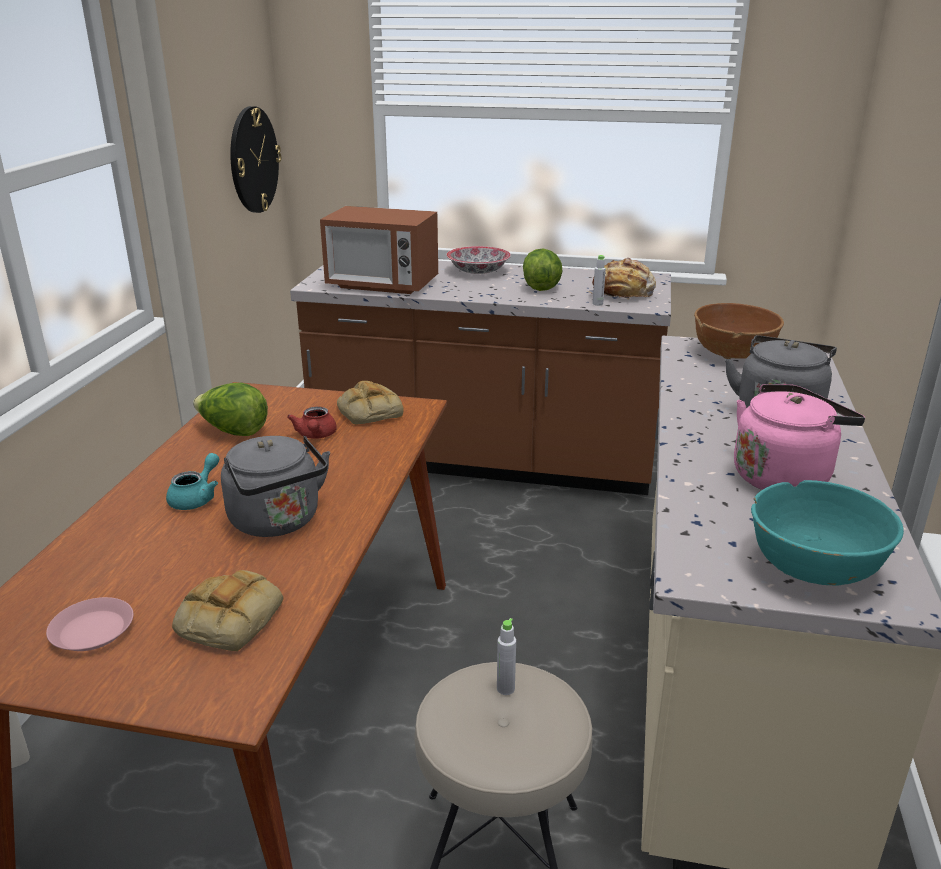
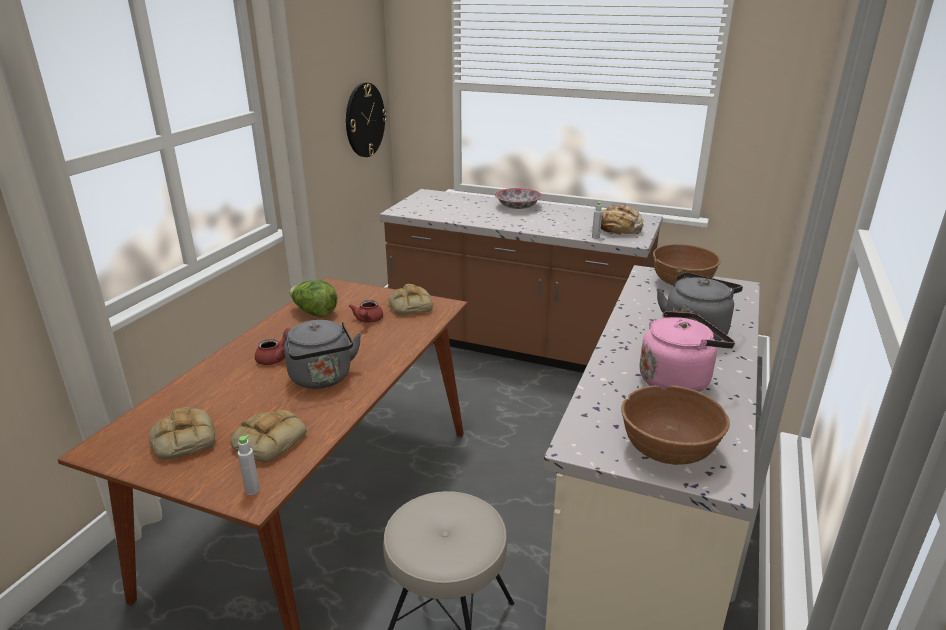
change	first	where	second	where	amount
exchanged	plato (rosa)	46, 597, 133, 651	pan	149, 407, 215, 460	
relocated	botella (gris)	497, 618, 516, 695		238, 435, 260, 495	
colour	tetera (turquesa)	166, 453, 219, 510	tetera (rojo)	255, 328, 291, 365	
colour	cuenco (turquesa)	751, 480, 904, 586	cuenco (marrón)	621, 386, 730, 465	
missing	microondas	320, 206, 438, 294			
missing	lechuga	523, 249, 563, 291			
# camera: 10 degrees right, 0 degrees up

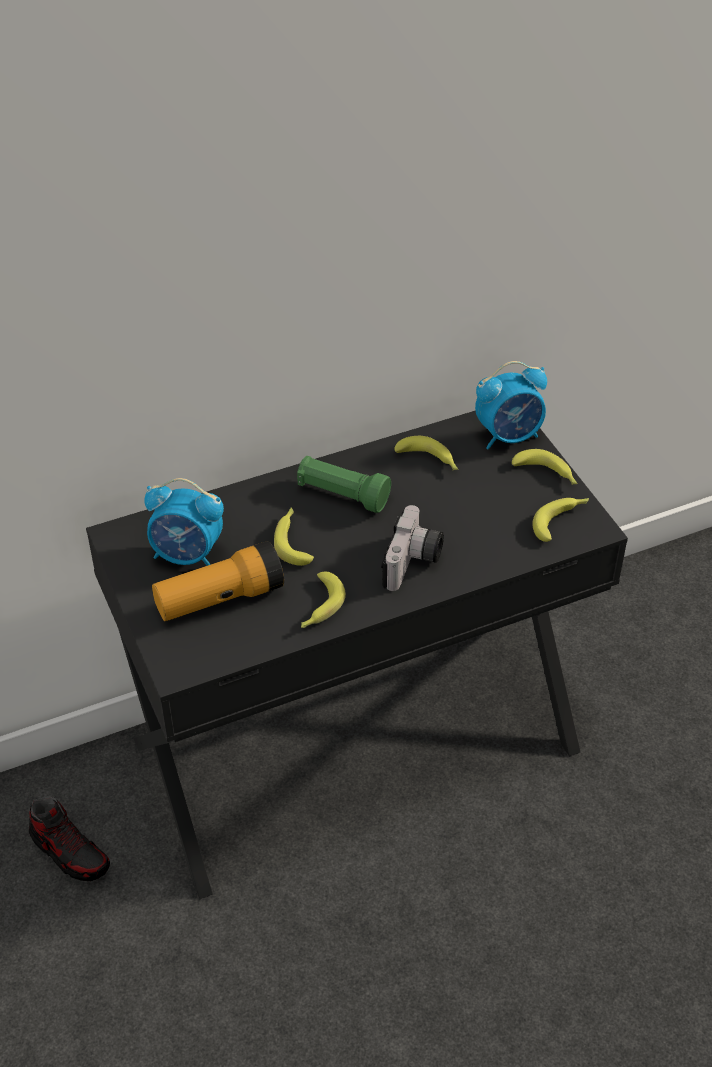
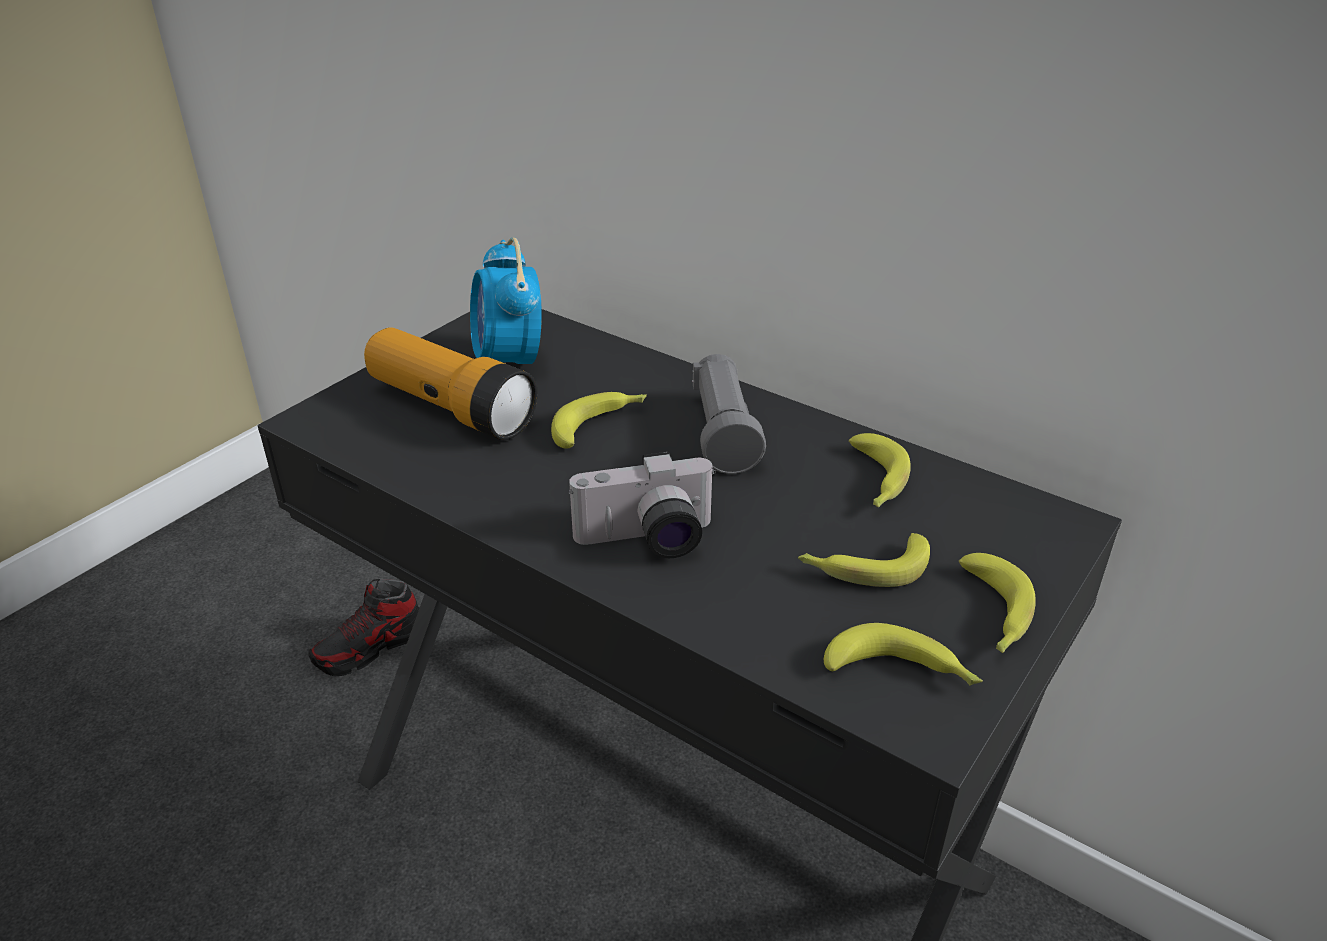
change	first	where	second	where	amount
spun	zapato	29, 796, 110, 881		308, 579, 419, 676	45 degrees clockwise
colour	linterna (verde)	297, 456, 391, 513	linterna (gris)	692, 354, 766, 474	
relocated	plátano	301, 572, 346, 628		798, 533, 930, 587	
missing	despertador	475, 361, 547, 449			
# camera: 60 degrees right, 10 degrees down

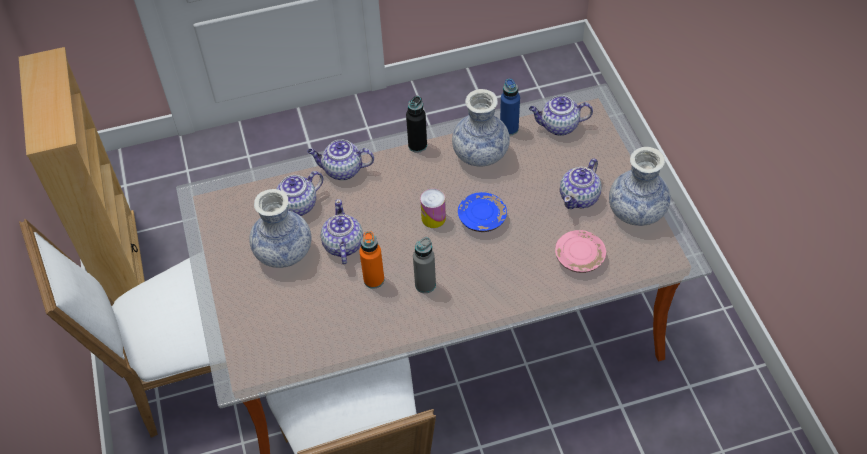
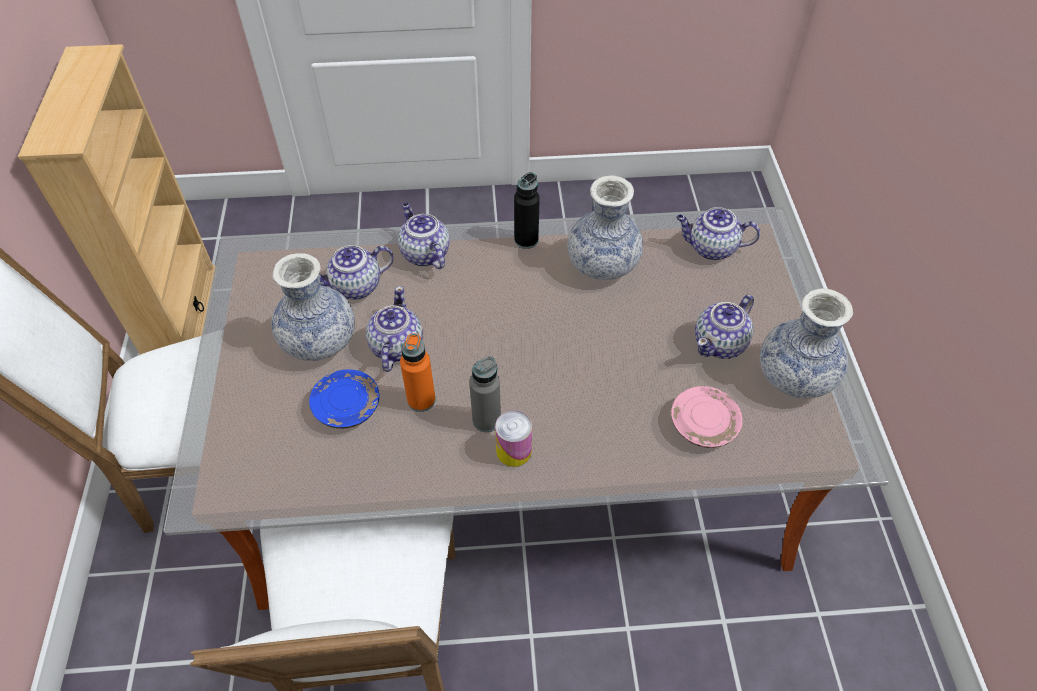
change	first	where	second	where	amount
relocated	plato (azul)	458, 192, 507, 232		309, 369, 380, 429	
spun	tetera	307, 139, 374, 180		398, 203, 450, 269	45 degrees clockwise
relocated	lata	420, 189, 446, 228		495, 410, 532, 467	
missing	botella (azul)	500, 78, 520, 136			
# camera: 10 degrees right, 0 degrees up

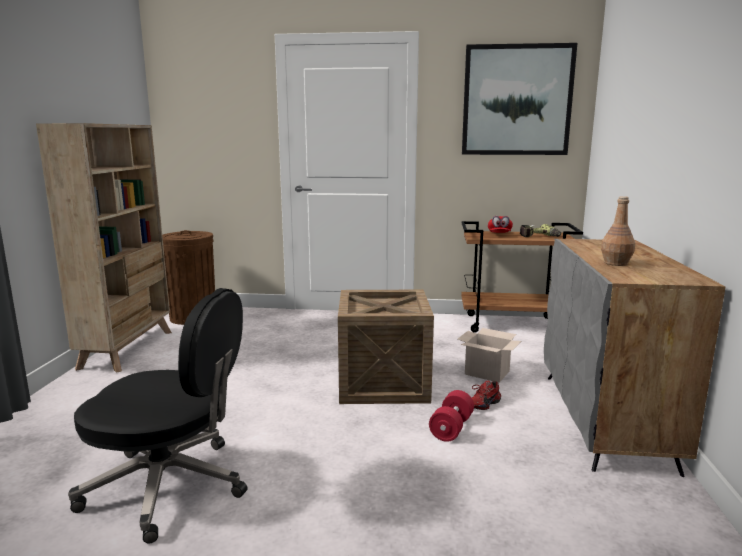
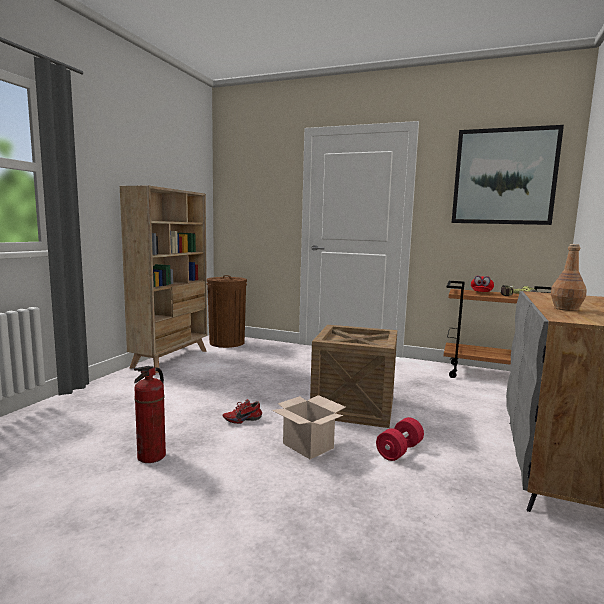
change	first	where	second	where	amount
exchanged	silla de oficina (negro)	68, 288, 247, 544	extintor	134, 366, 166, 463	
relocated	zapato (rojo)	472, 381, 501, 410		223, 399, 262, 424	
relocated	caja de cartón	458, 328, 521, 383		272, 395, 346, 459	
# camera: 15 degrees right, 5 degrees down

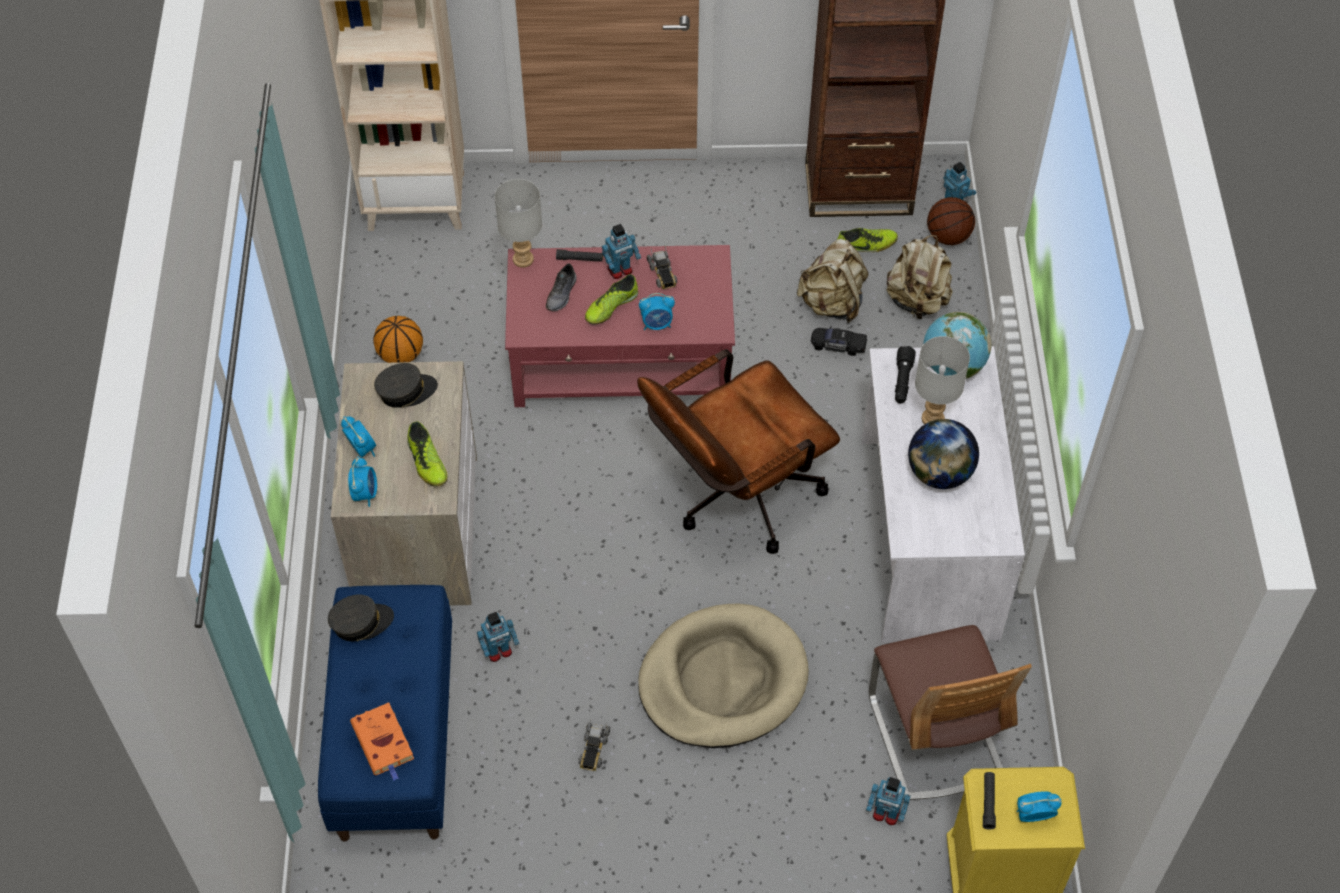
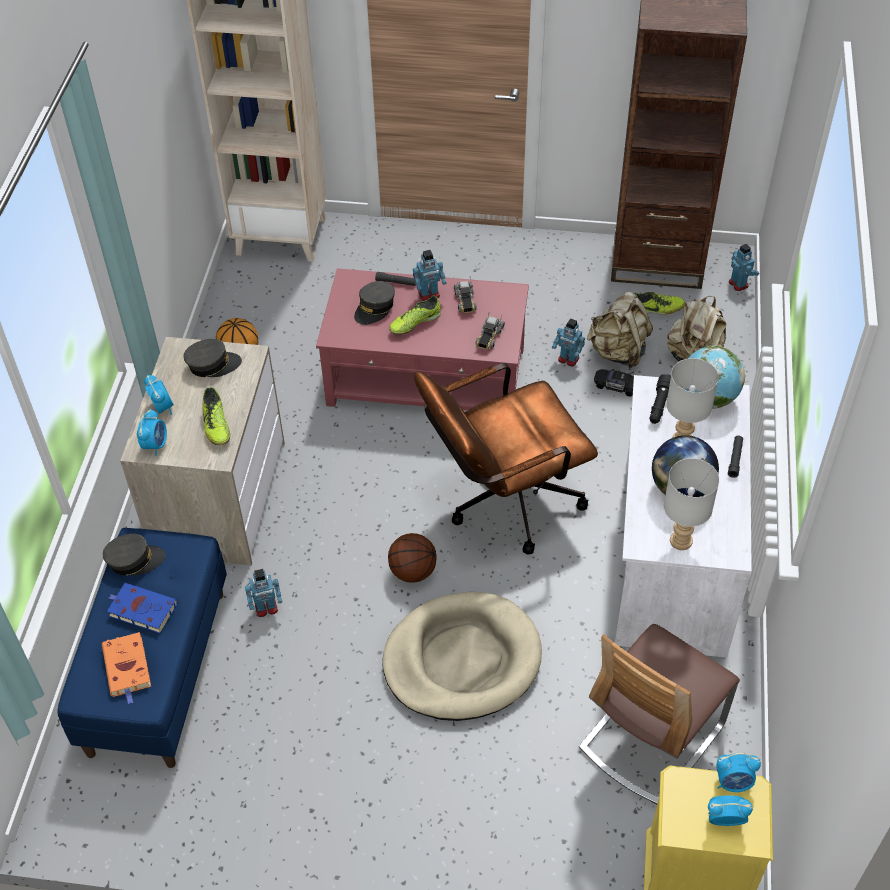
change	first	where	second	where	amount
appeared			libro (azul)	107, 583, 178, 634	
exchanged	zapato (gris)	546, 264, 577, 311	gorra (gris)	354, 281, 395, 325	
relocated	balón de baloncesto	927, 197, 975, 245		388, 533, 436, 583	
relocated	camión de juguete	579, 720, 610, 771		476, 311, 505, 350	
relocated	robot de juguete	866, 777, 911, 825		552, 318, 585, 366	
spun	silla	869, 625, 1032, 800		579, 624, 740, 804	45 degrees clockwise
relocated	lámpara de mesa (gris)	495, 179, 542, 268		664, 458, 719, 550	
relocated	despertador	639, 293, 675, 330		716, 753, 761, 792	
relocated	linterna (negro)	983, 772, 996, 830		728, 436, 743, 478	
# camera: 10 degrees right, 5 degrees down

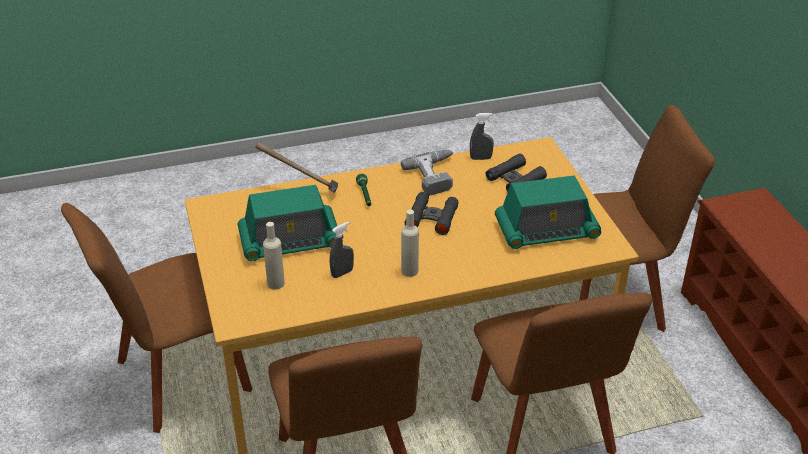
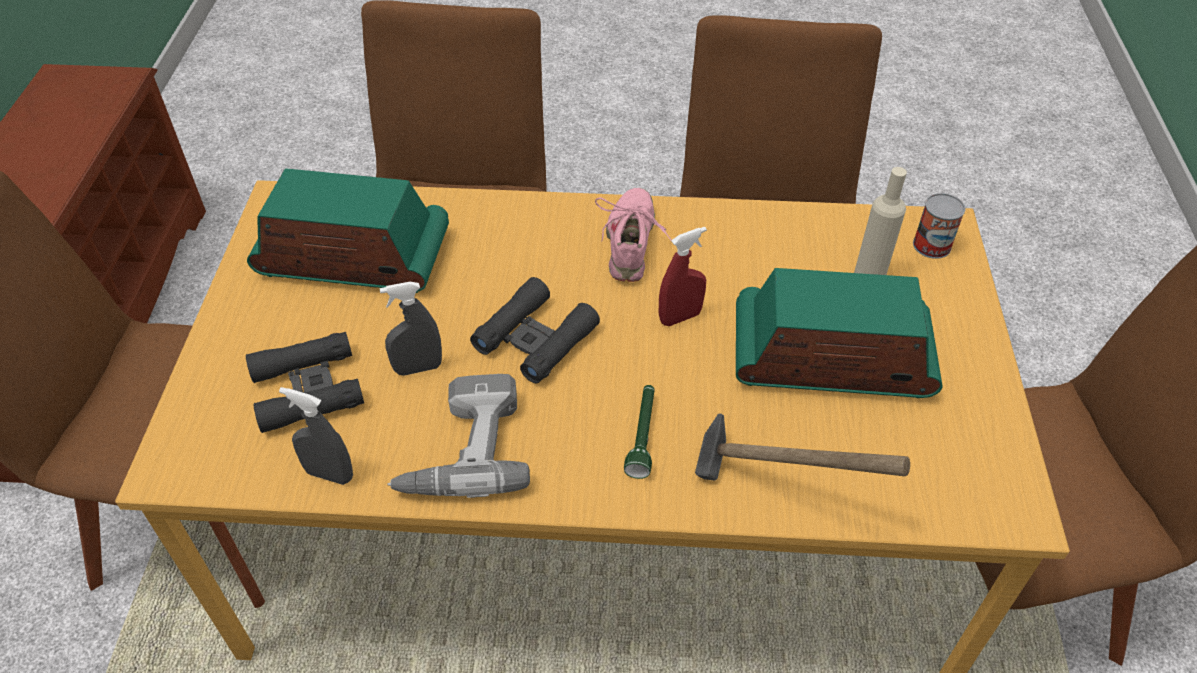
change	first	where	second	where	amount
relocated	pulverizador (gris)	330, 222, 354, 278		379, 282, 442, 376	
exchanged	botella (beis)	401, 210, 419, 277	zapato (rosa)	595, 188, 671, 282	
appeared			pulverizador (rojo)	659, 227, 707, 326	
appeared			lata	913, 193, 966, 259	
# camera: 160 degrees left, 10 degrees up

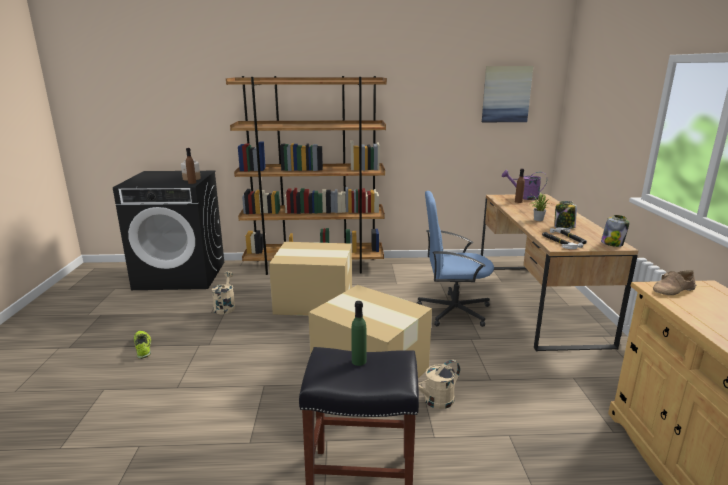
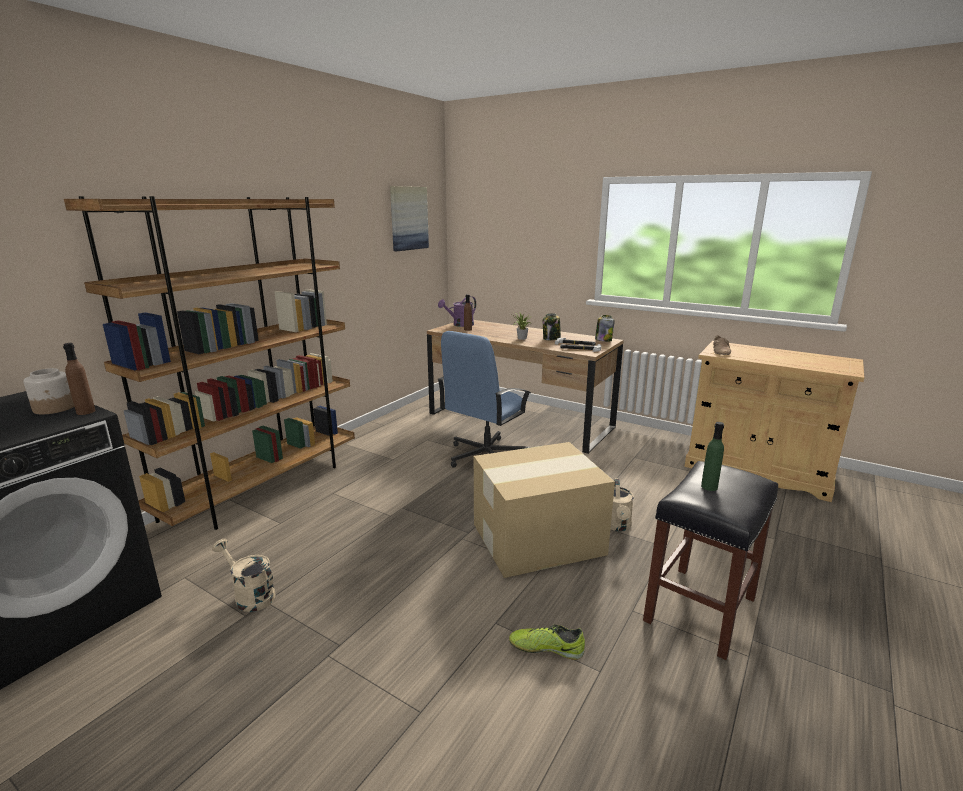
change	first	where	second	where	amount
relocated	zapato	134, 331, 151, 359		509, 624, 585, 660	
missing	caja de cartón	269, 242, 352, 316			
# camera: 55 degrees left, 0 degrees up

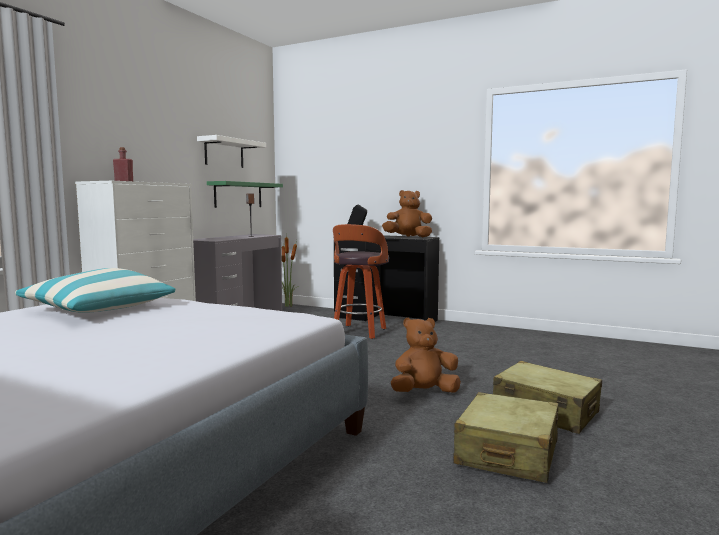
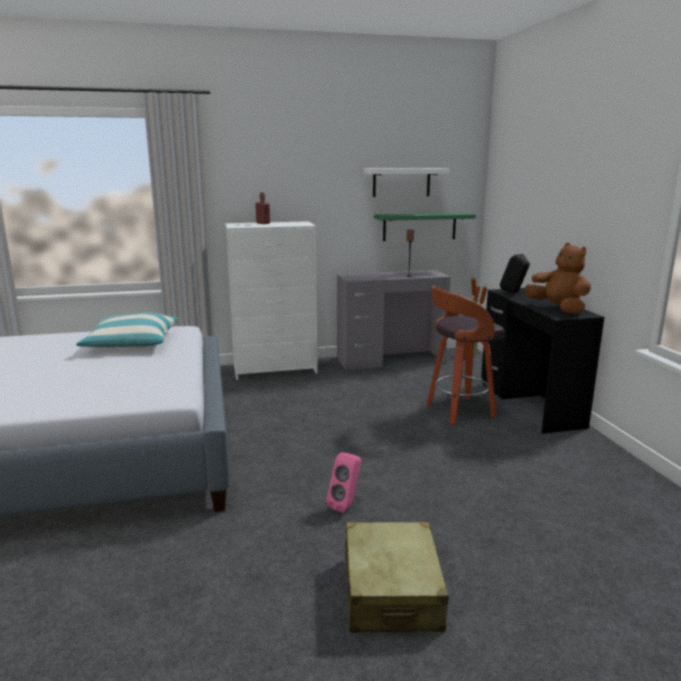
change	first	where	second	where	amount
exchanged	peluche (marrón)	391, 317, 461, 393	altavoz (rosa)	326, 452, 361, 513	
missing	maleta (beis)	454, 392, 558, 483			
# camera: 50 degrees right, 10 degrees up

